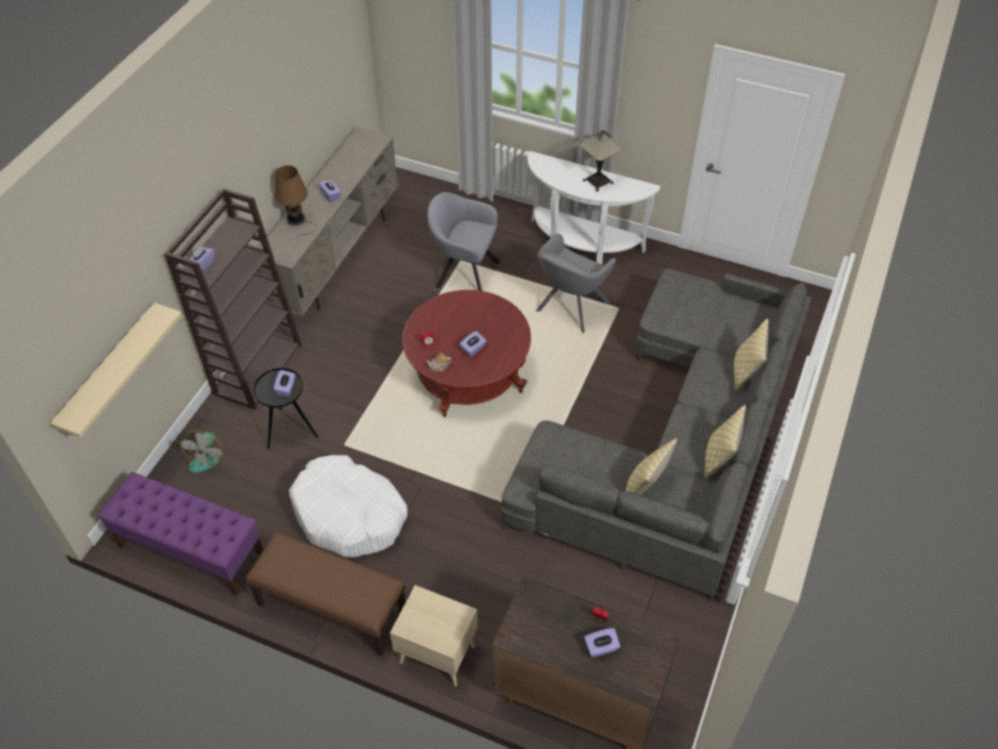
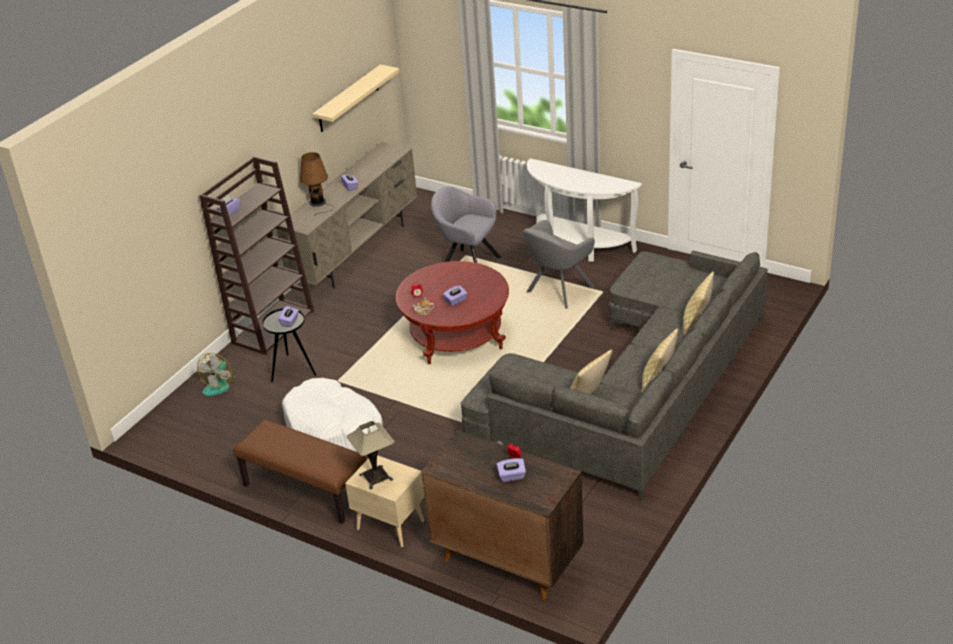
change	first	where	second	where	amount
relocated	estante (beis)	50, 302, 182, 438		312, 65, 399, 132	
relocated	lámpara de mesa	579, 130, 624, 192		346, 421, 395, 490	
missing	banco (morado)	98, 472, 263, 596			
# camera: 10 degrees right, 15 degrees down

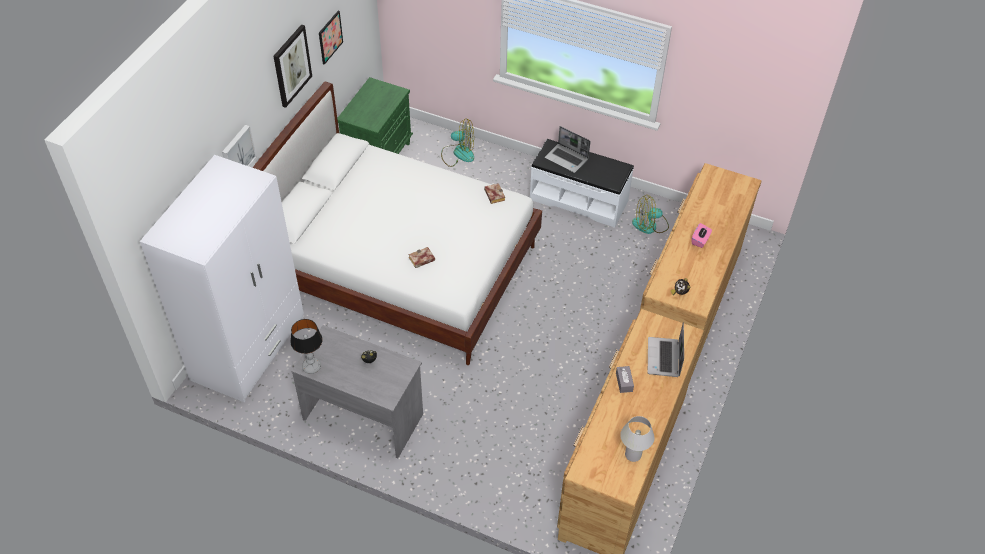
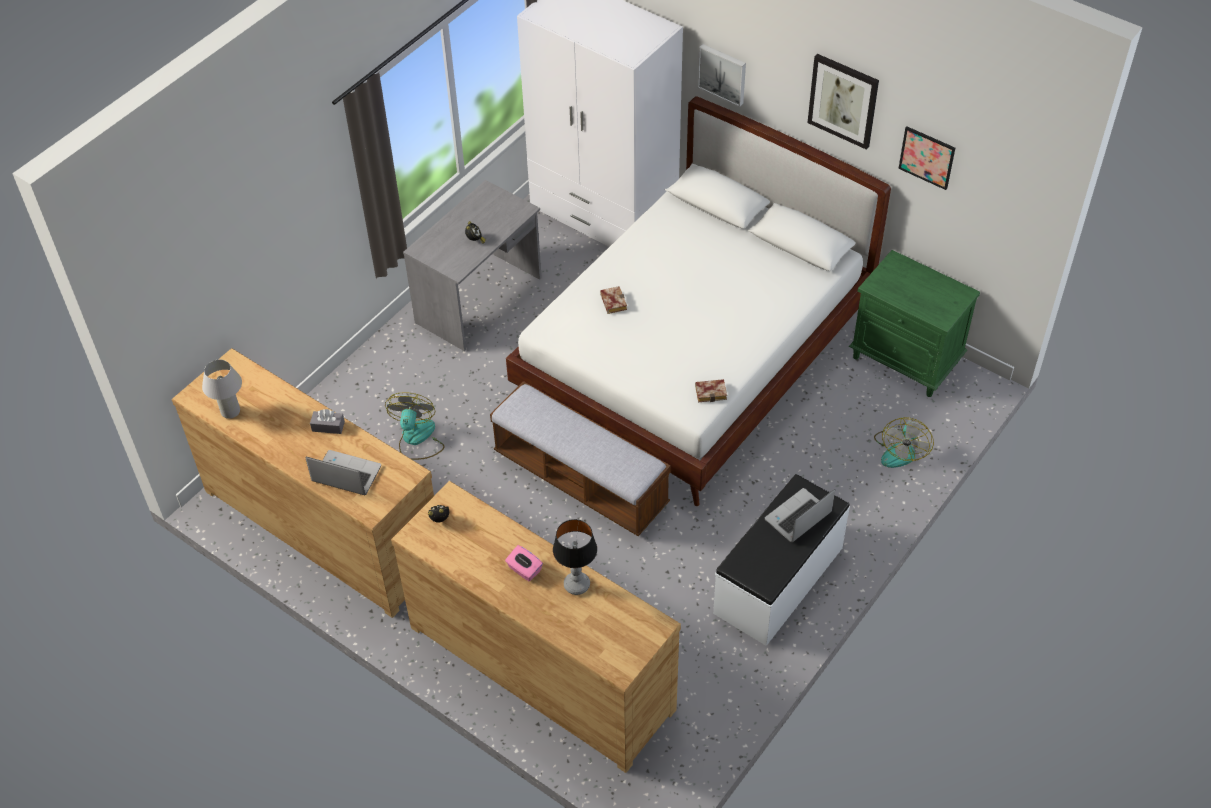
change	first	where	second	where	amount
relocated	ventilador	632, 195, 669, 234		385, 392, 445, 460	
appeared			banco	490, 381, 671, 536	
relocated	lámpara de mesa	290, 319, 322, 374		553, 519, 597, 595	
# camera: 105 degrees right, 0 degrees up

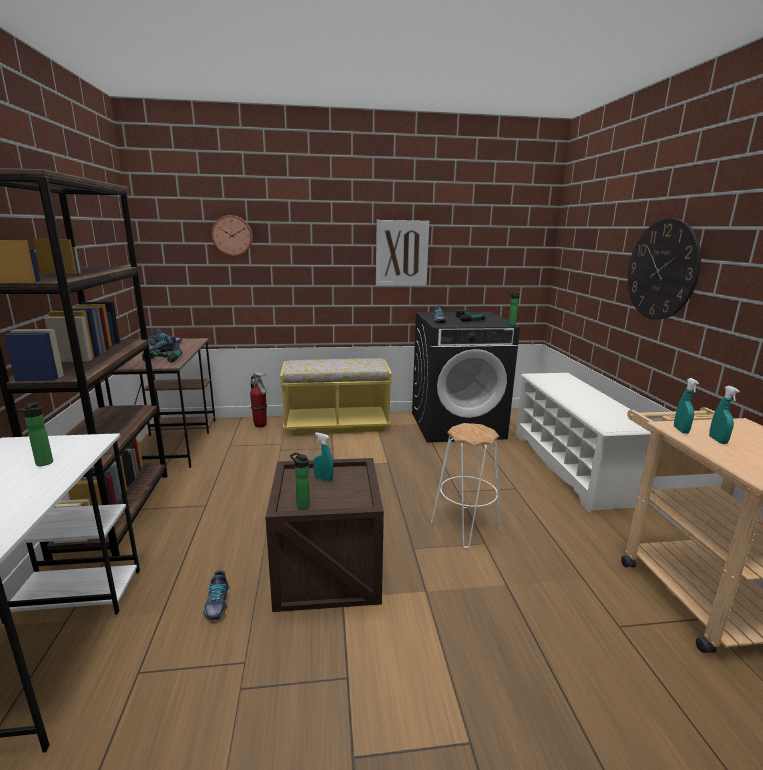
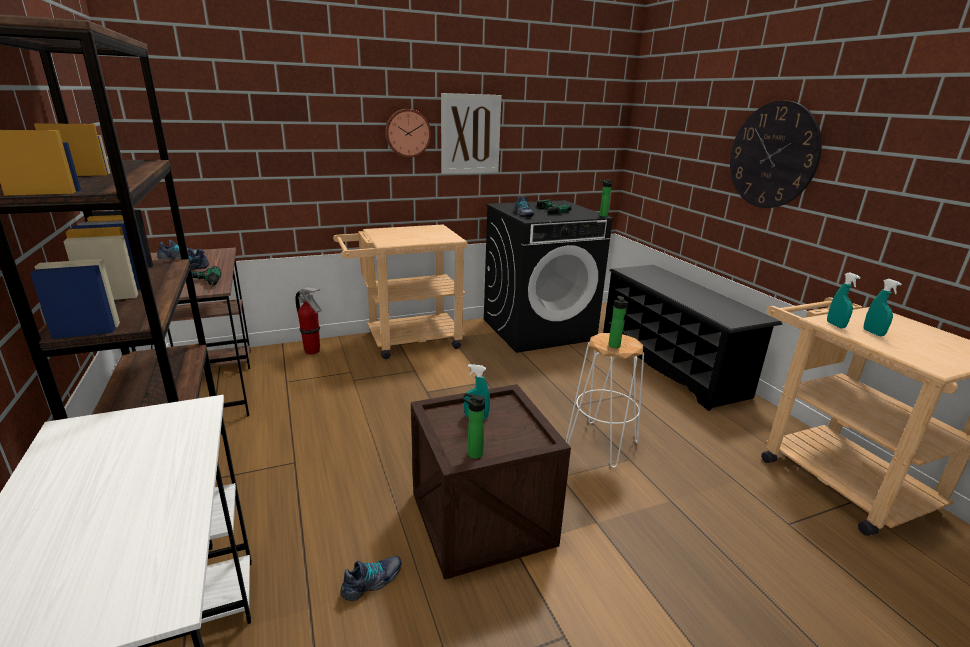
change	first	where	second	where	amount
exchanged	banco (amarillo)	280, 358, 392, 435	carrito (beis)	333, 224, 468, 359	
spun	zapato	203, 570, 229, 620		340, 556, 401, 601	105 degrees counterclockwise
relocated	reloj de pared	212, 215, 253, 256		385, 109, 431, 158	
colour	zapatero (blanco)	516, 373, 651, 512	zapatero (negro)	603, 265, 783, 411	
relocated	botella	15, 402, 53, 466		608, 296, 628, 348	
# camera: 15 degrees left, 5 degrees up

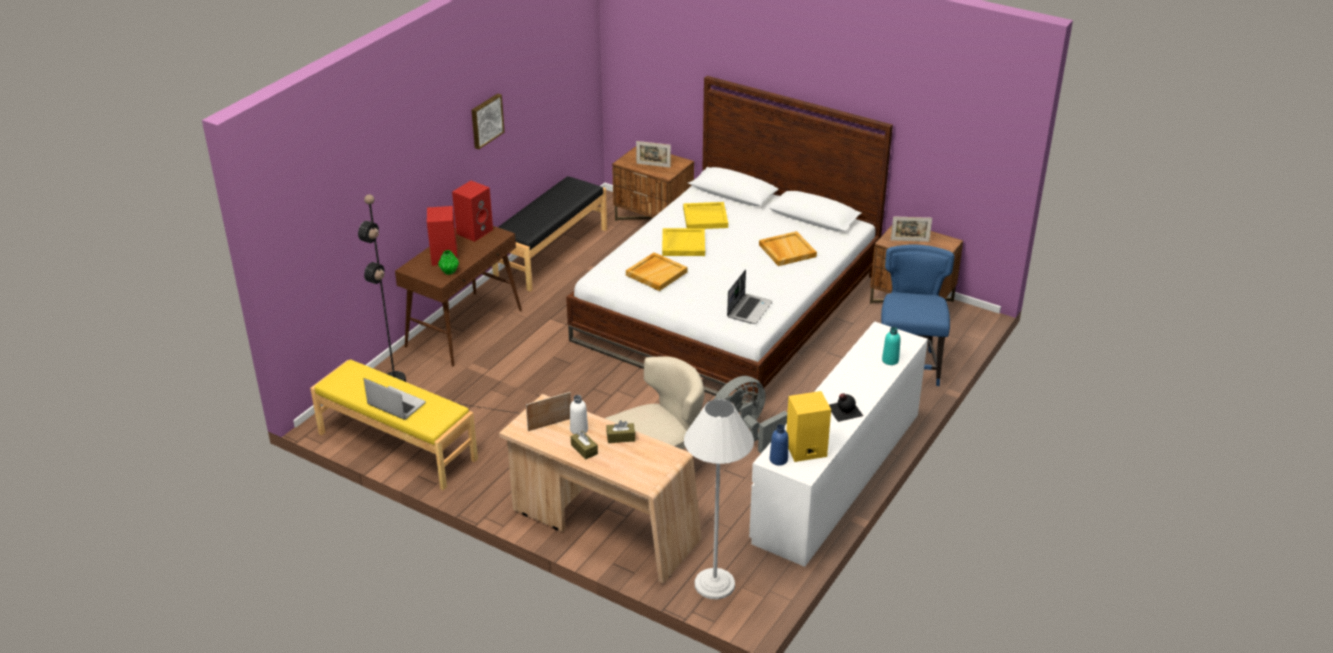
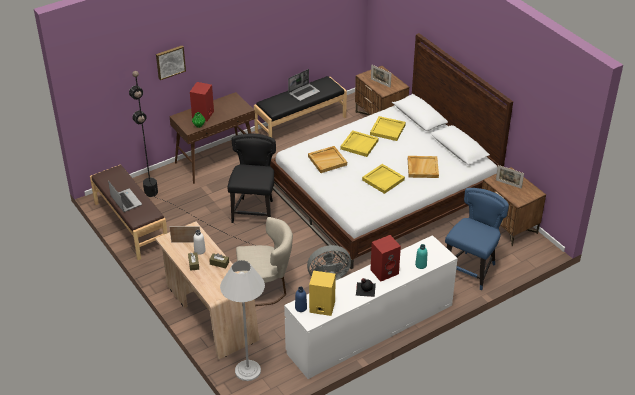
change	first	where	second	where	amount
colour	banco (amarillo)	310, 360, 478, 490	banco (marrón)	90, 165, 167, 260	
relocated	cuadro	471, 93, 505, 149		156, 46, 186, 80	
appeared			silla (negro)	228, 134, 276, 223	
relocated	portátil	727, 269, 773, 324		288, 69, 320, 101	
appeared			bandeja (amarillo)	362, 164, 405, 194	
relocated	altavoz (rojo)	452, 181, 493, 242		370, 235, 401, 282	
# camera: 25 degrees right, 5 degrees up

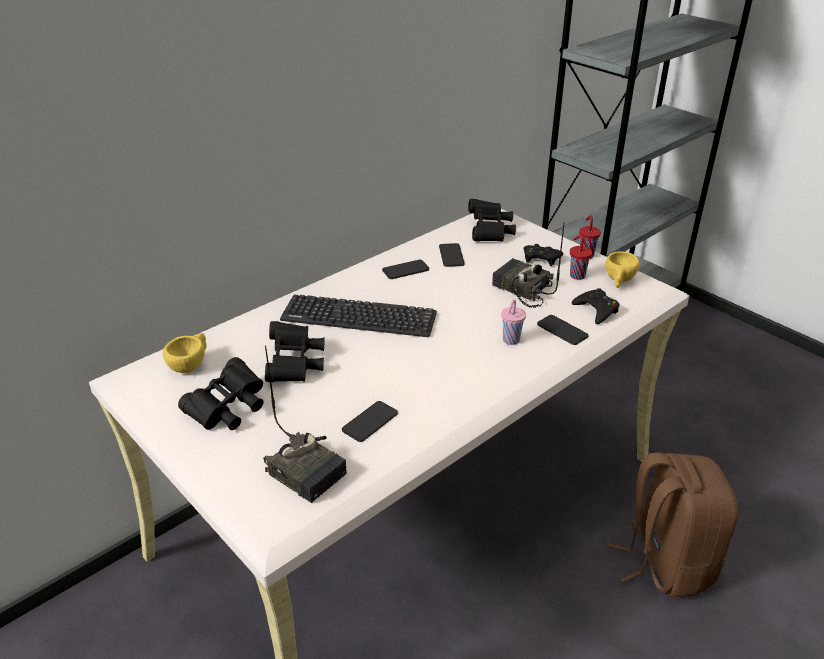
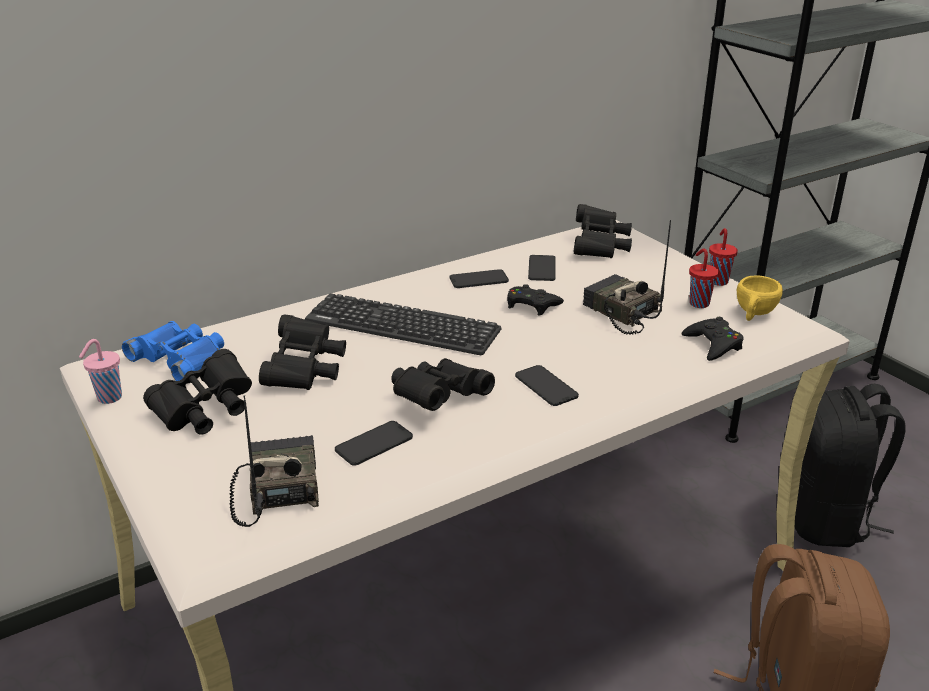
change	first	where	second	where	amount
relocated	taza (rosa)	501, 299, 526, 345		79, 339, 122, 404	
exchanged	taza (amarillo)	162, 333, 207, 373	prismáticos (azul)	122, 321, 224, 381	
spun	radio	263, 346, 347, 503		229, 395, 319, 527	150 degrees counterclockwise
appeared			prismáticos (negro)	391, 358, 495, 411	
relocated	mando de consola (negro)	524, 244, 563, 266		507, 284, 564, 316	
relocated	móvil	537, 315, 588, 345		515, 365, 579, 406	
appeared			mochila (negro)	795, 384, 906, 547	
# camera: 10 degrees right, 5 degrees down

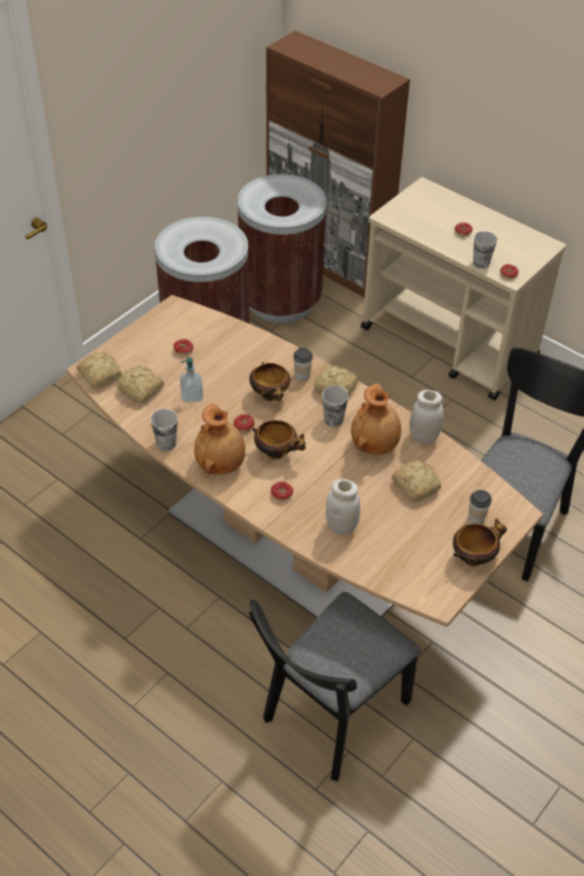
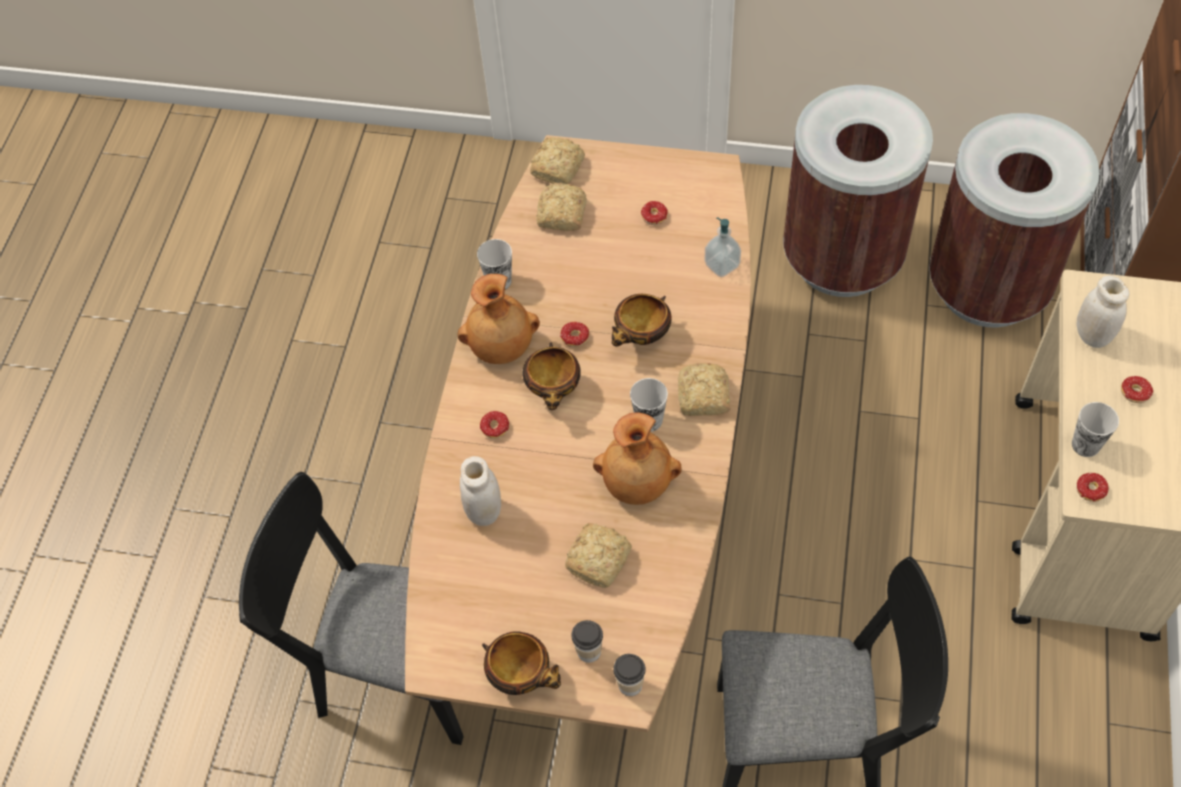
change	first	where	second	where	amount
relocated	taza	293, 348, 313, 381		613, 654, 646, 696	
relocated	dispensador de jabón	180, 357, 203, 403		704, 217, 741, 277	
relocated	tarro (blanco)	410, 390, 443, 444		1077, 275, 1129, 348	
# camera: 65 degrees right, 10 degrees up

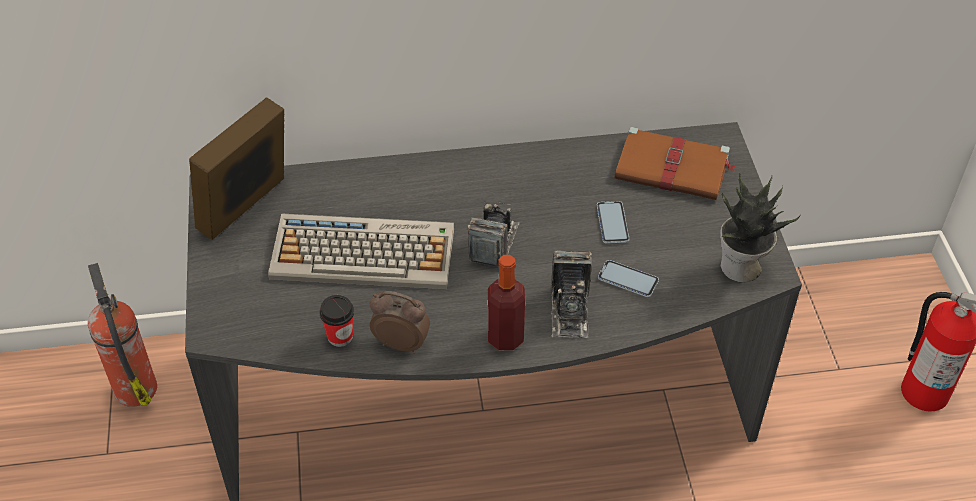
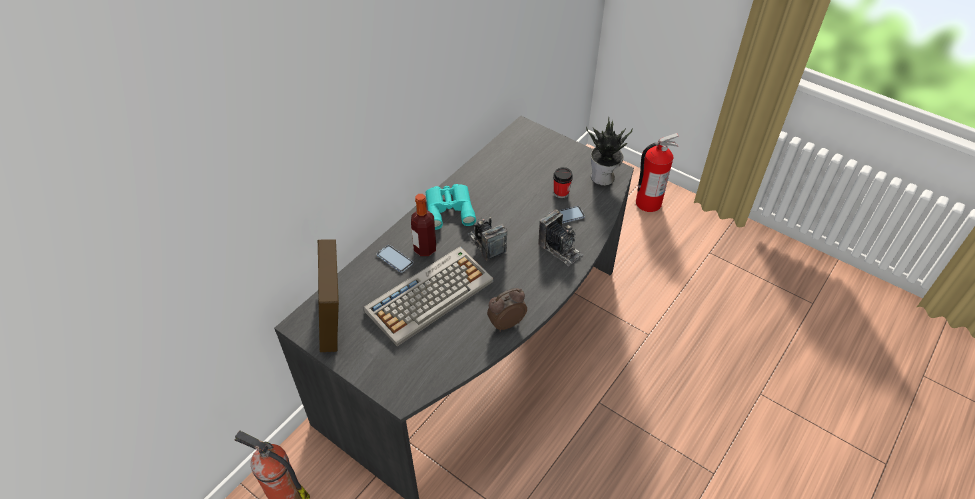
change	first	where	second	where	amount
relocated	móvil	597, 201, 629, 244		377, 245, 413, 273	
relocated	botella	488, 255, 525, 351		411, 194, 436, 256	
appeared			prismáticos (turquesa)	426, 184, 476, 230	
relocated	taza	320, 295, 354, 347		553, 167, 573, 198	
missing	libro (marrón)	615, 127, 736, 200			
# camera: 45 degrees left, 0 degrees up

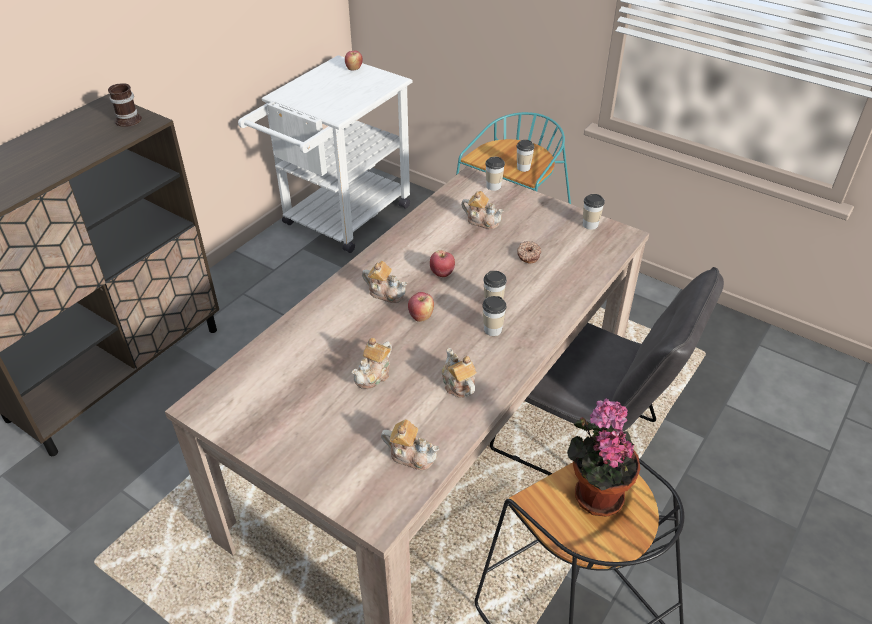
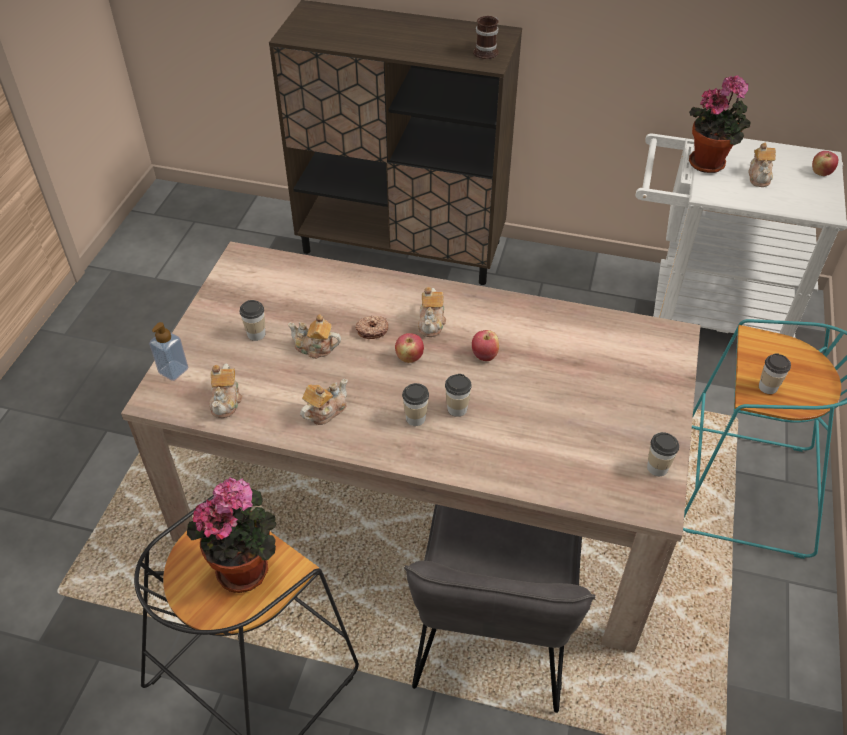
change	first	where	second	where	amount
appeared			dispensador de jabón	149, 322, 189, 381	
relocated	taza	485, 157, 505, 191		239, 300, 265, 341	
relocated	rosquilla	517, 241, 541, 264		355, 316, 388, 339	
appeared			planta en maceta	689, 75, 751, 173	
relocated	tetera	461, 191, 504, 229		748, 143, 776, 187	
# camera: 70 degrees right, 5 degrees up

